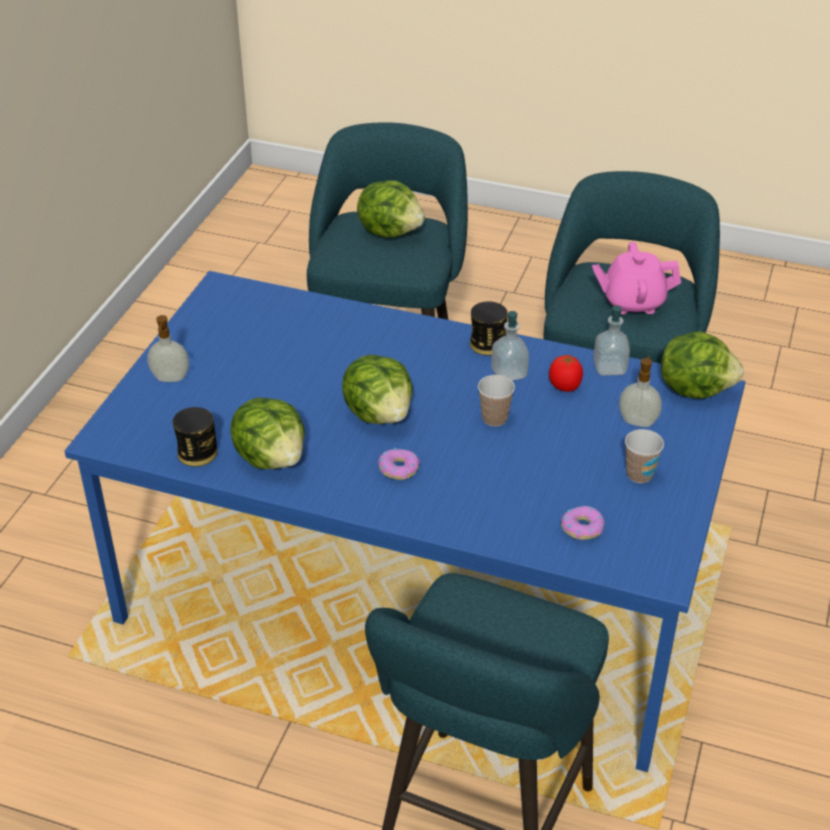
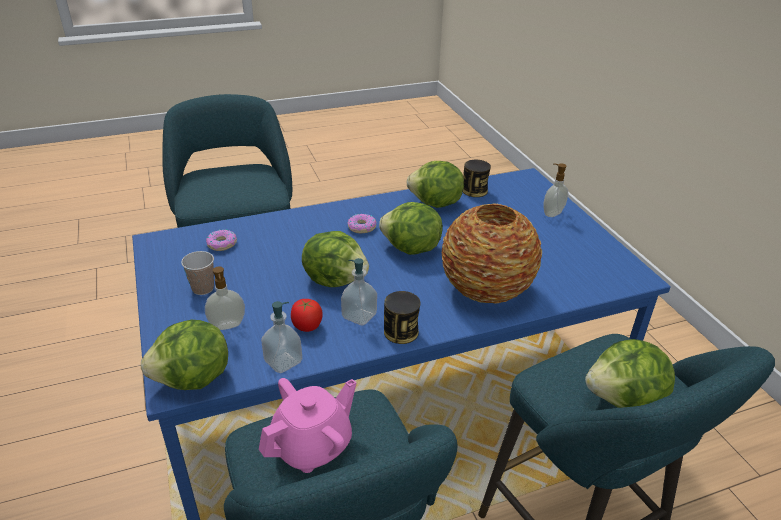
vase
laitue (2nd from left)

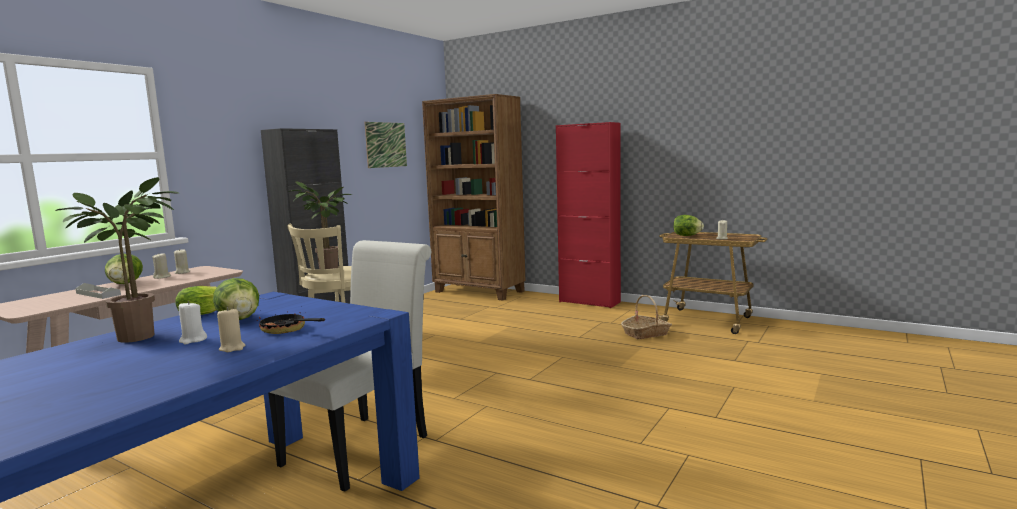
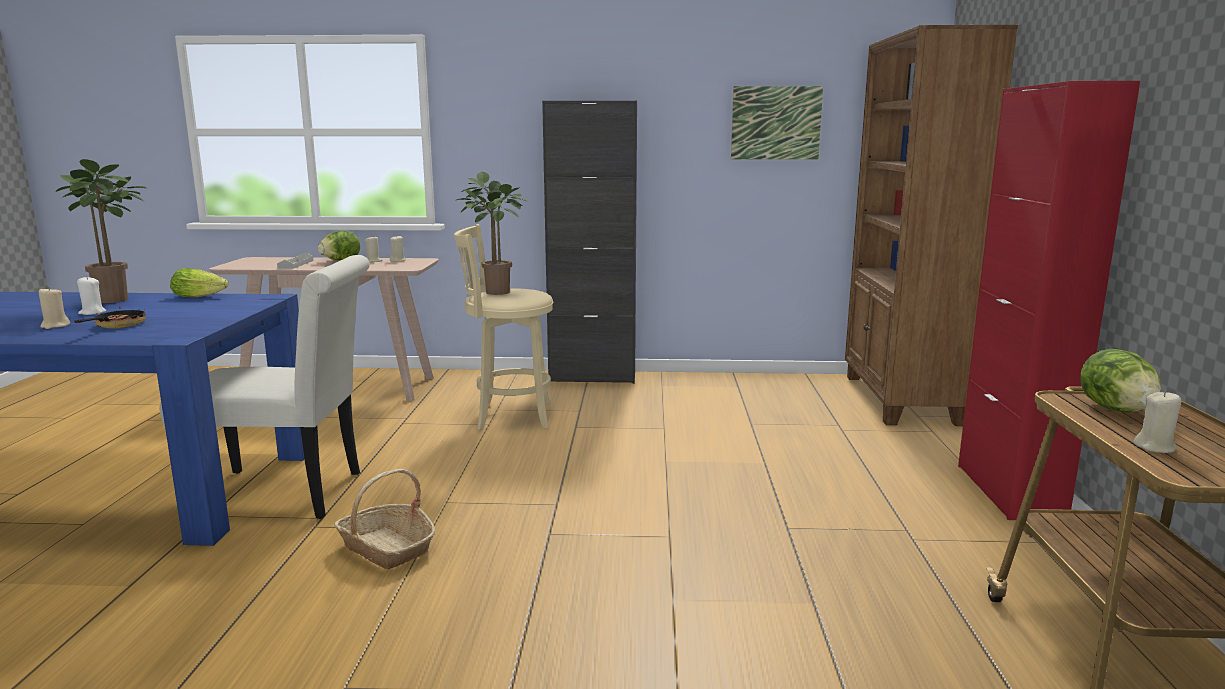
laitue (3rd from left in the first image)
panier

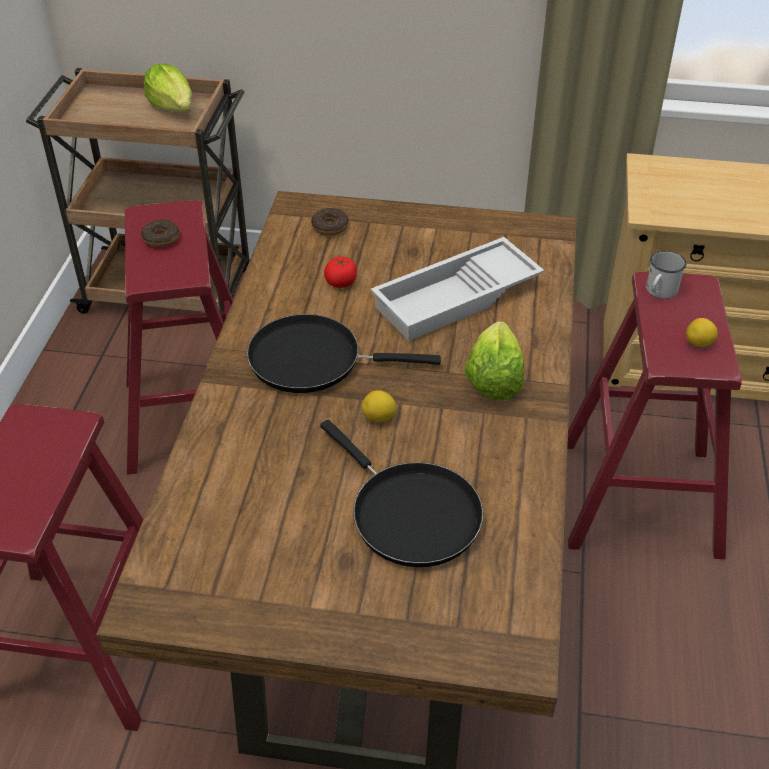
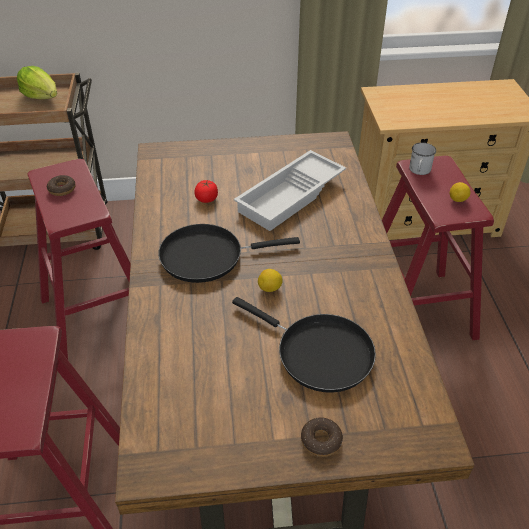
laitue (2nd from left in the first image)
beignet (2nd from left)

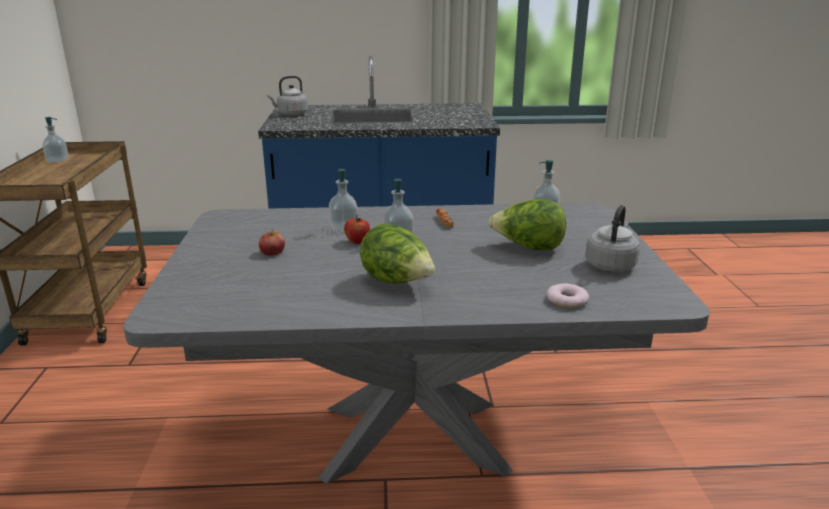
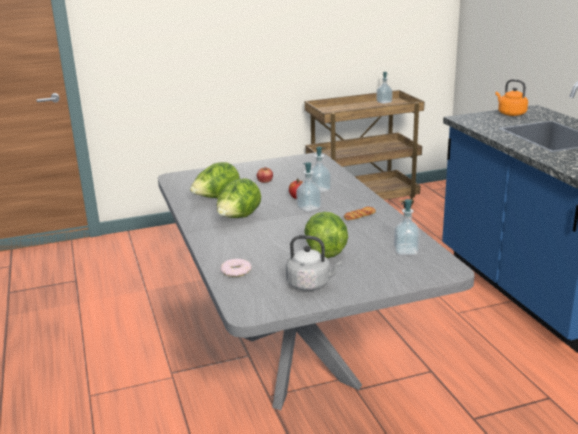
laitue (1st from left)
bouilloire/orange

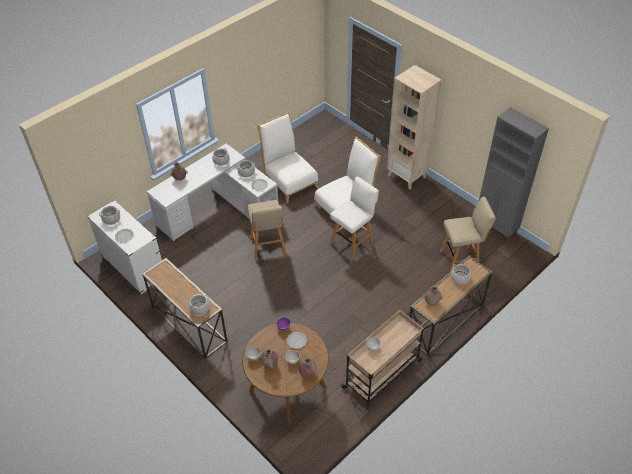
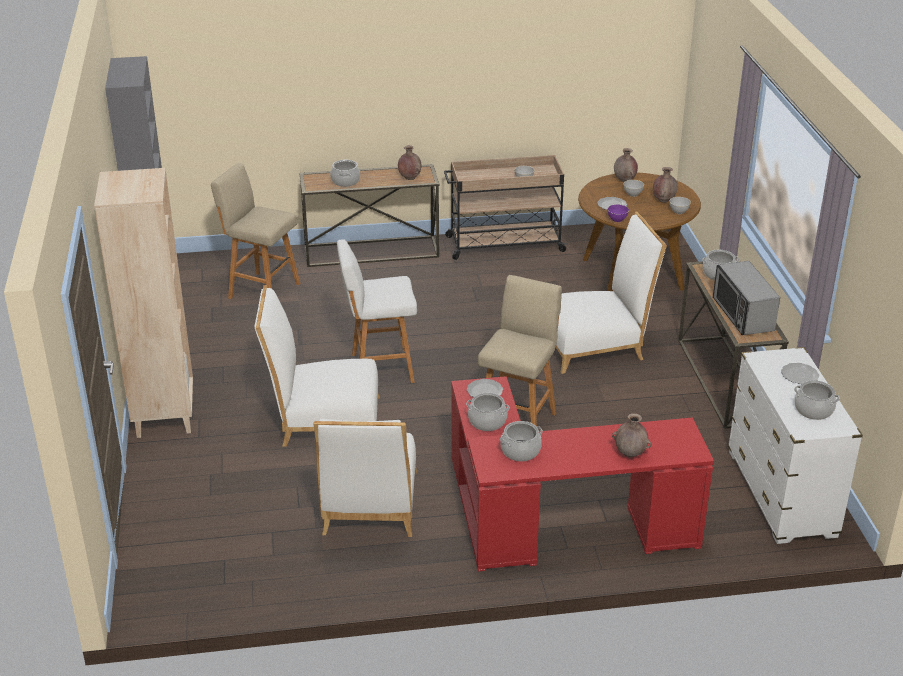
chaise/blanc (3rd from left)
micro-ondes
bureau/rouge

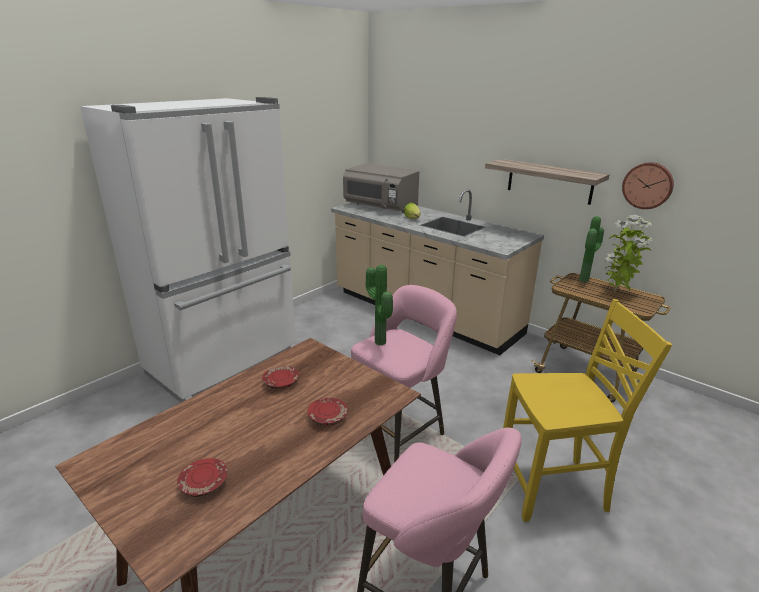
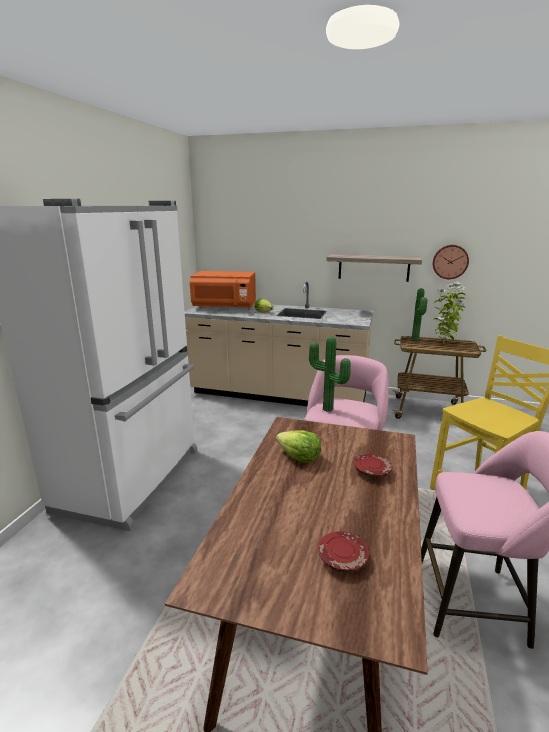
laitue (2nd from left)
micro-ondes/orange

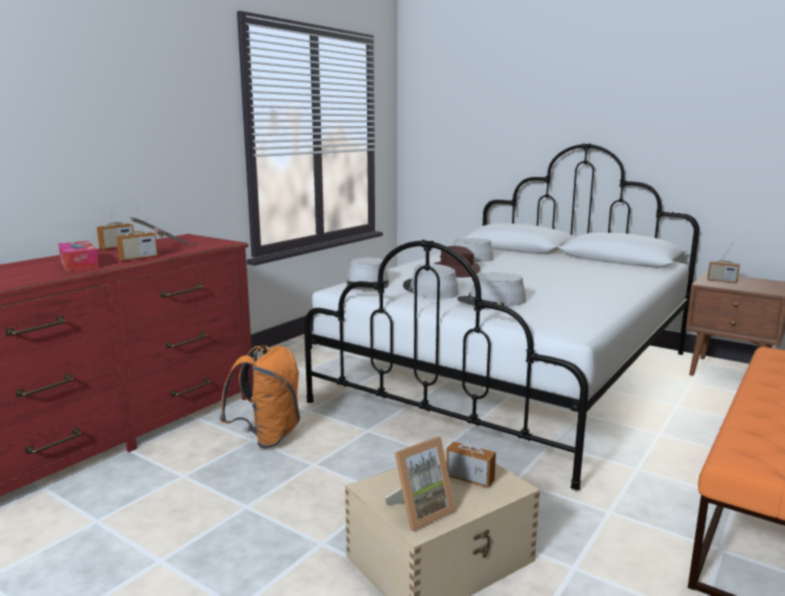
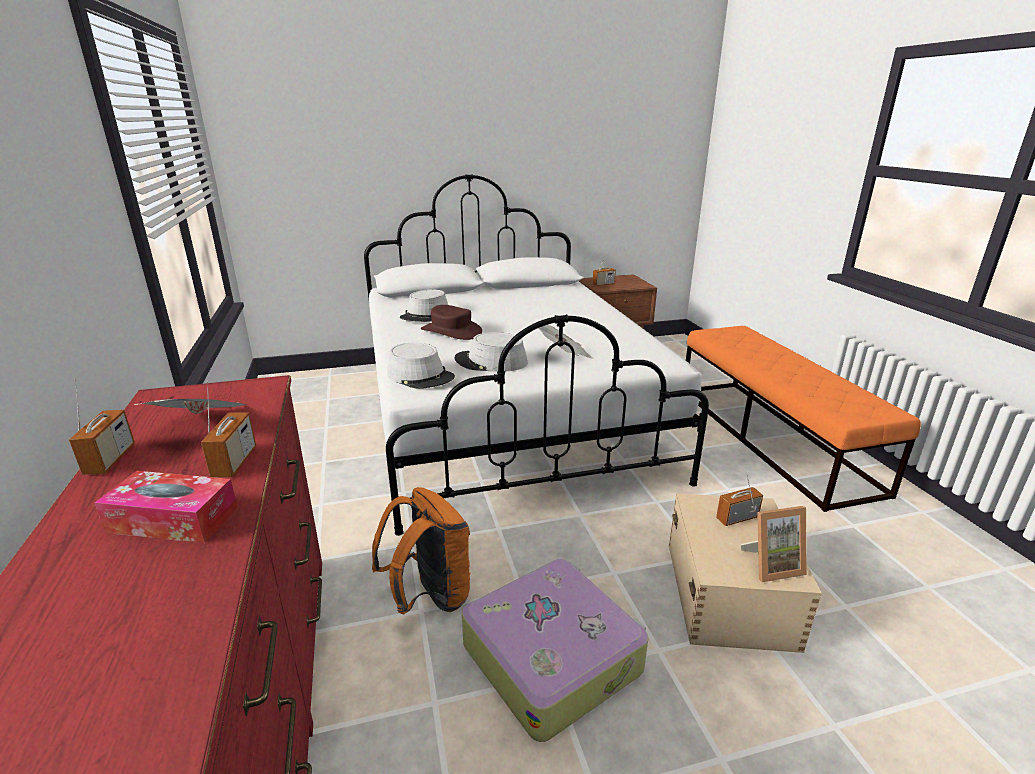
valise
journal (2nd from left)
cadre photo

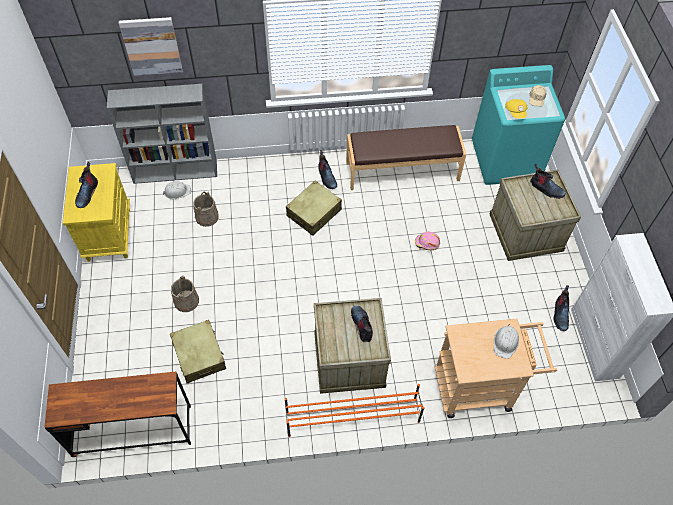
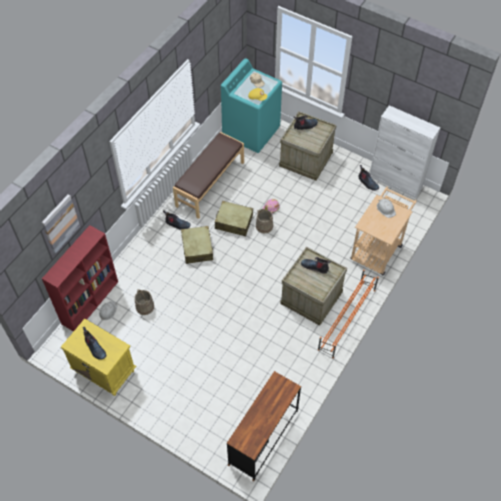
valise/beige (2nd from left)
seau/beige (2nd from left)
bibliothèque/rouge

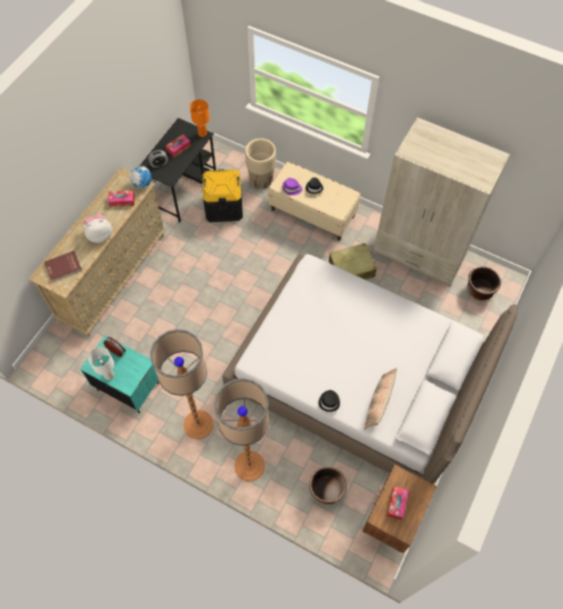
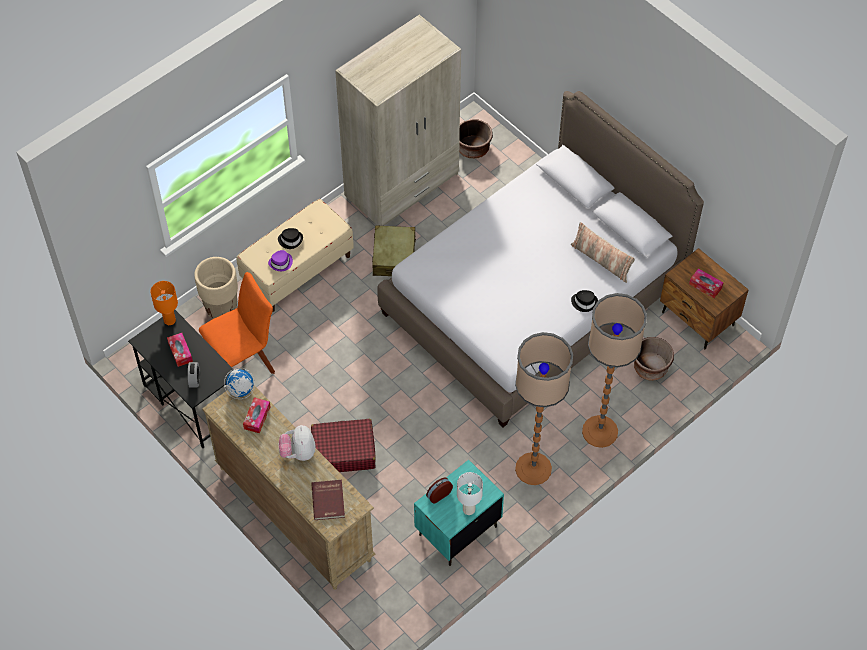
valise/rouge
chaise/orange

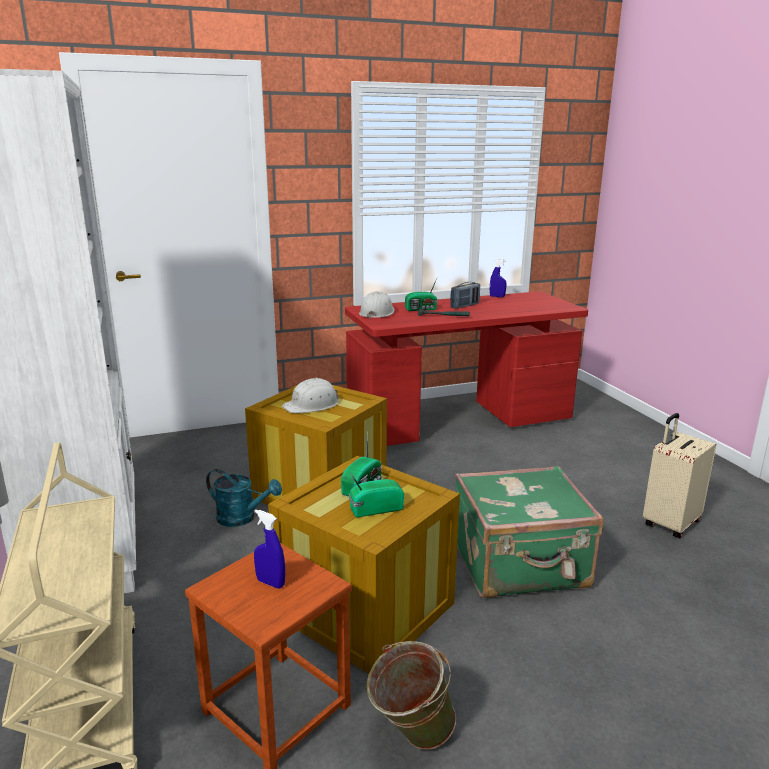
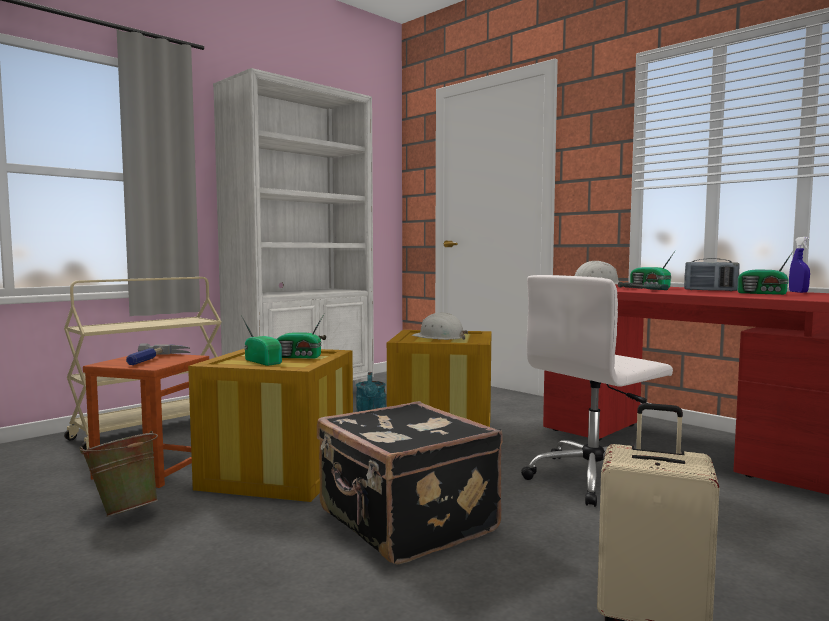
chaise de bureau/blanc
radio (5th from left)
marteau (1st from left)
valise/noir

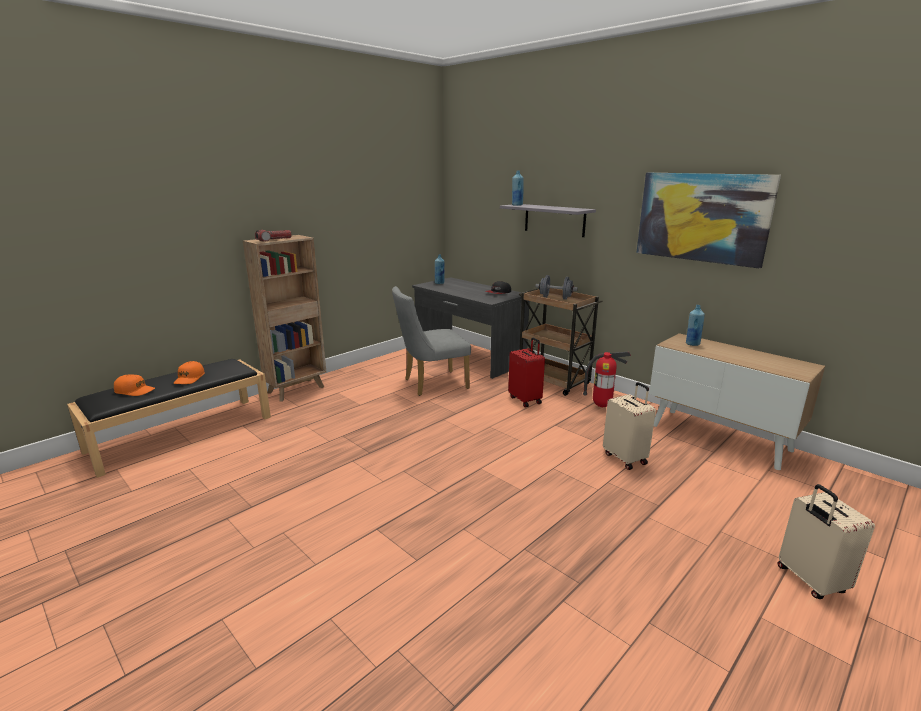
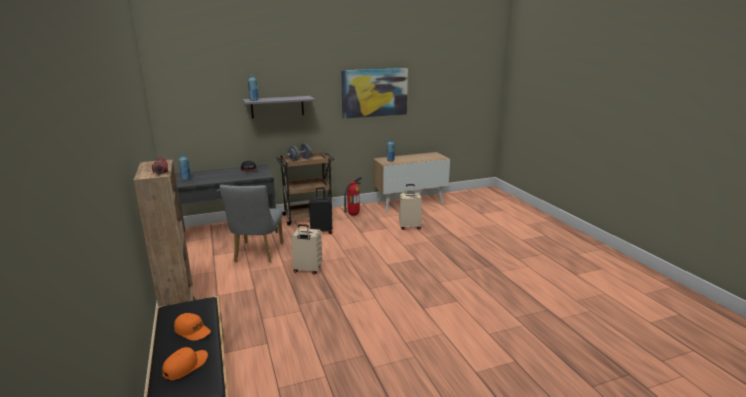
valise/beige (1st from left)
valise/noir

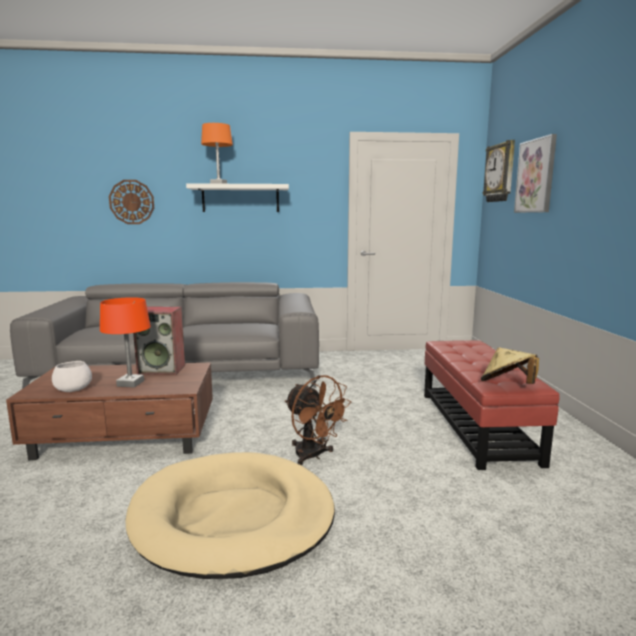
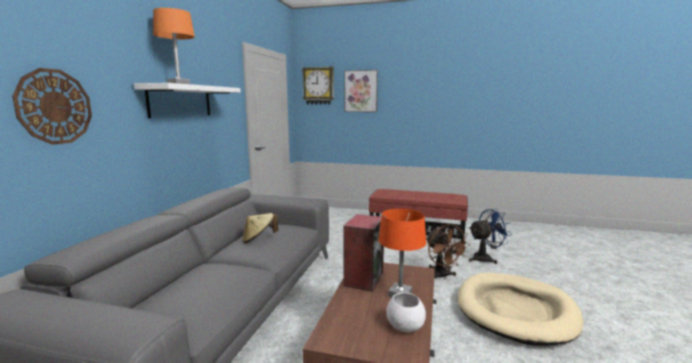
ventilateur/bleu
chapeau/beige
ventilateur/marron

